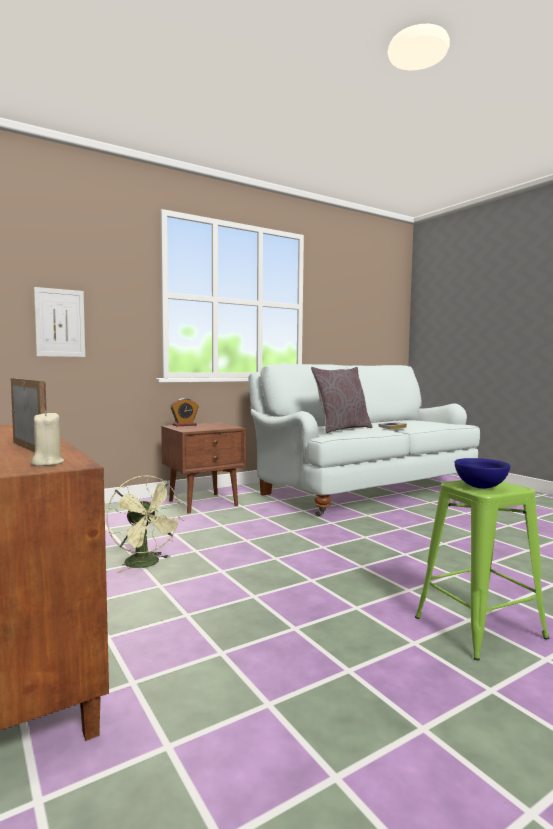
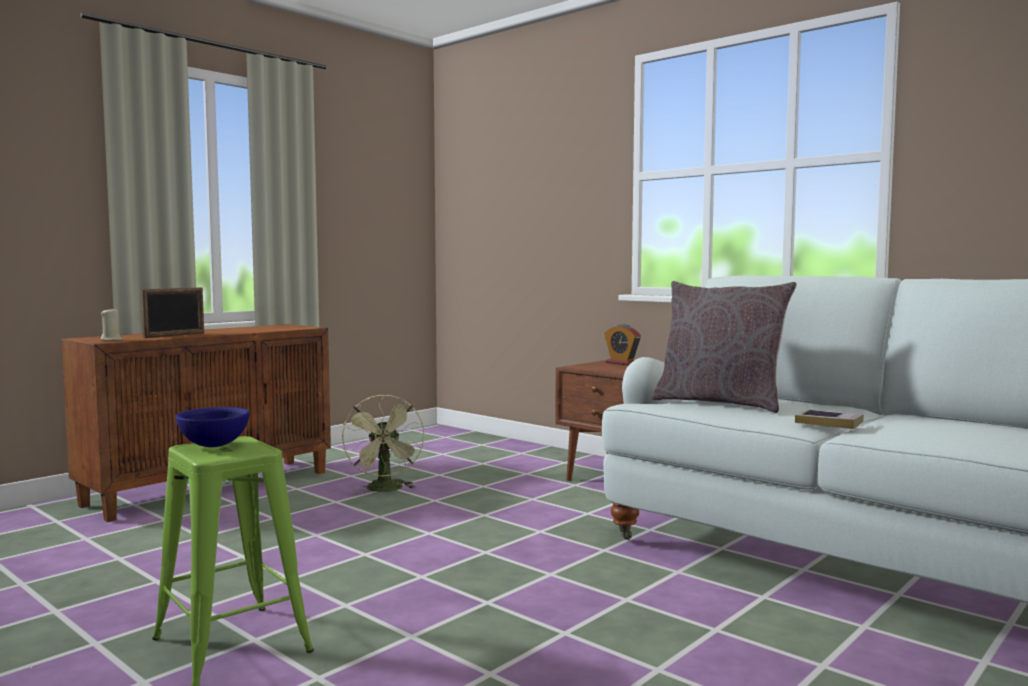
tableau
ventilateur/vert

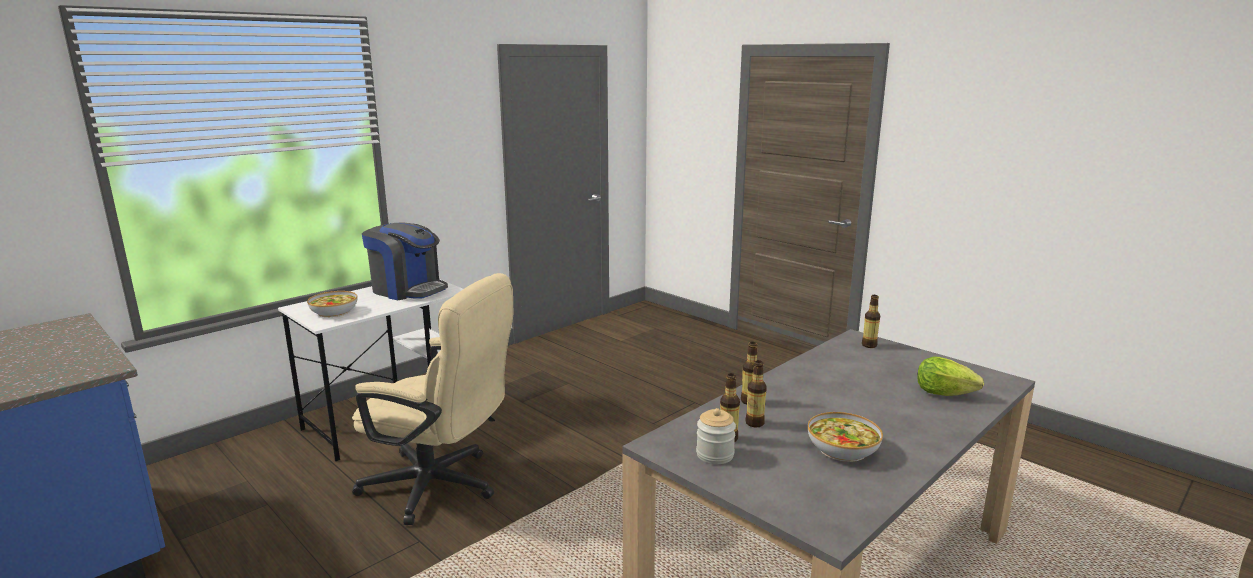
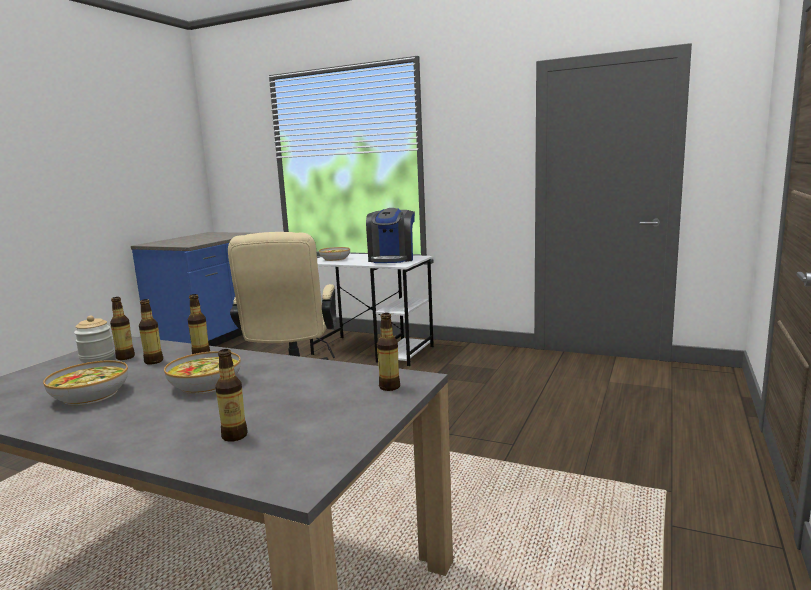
bol (2nd from left)
bouteille (4th from left)

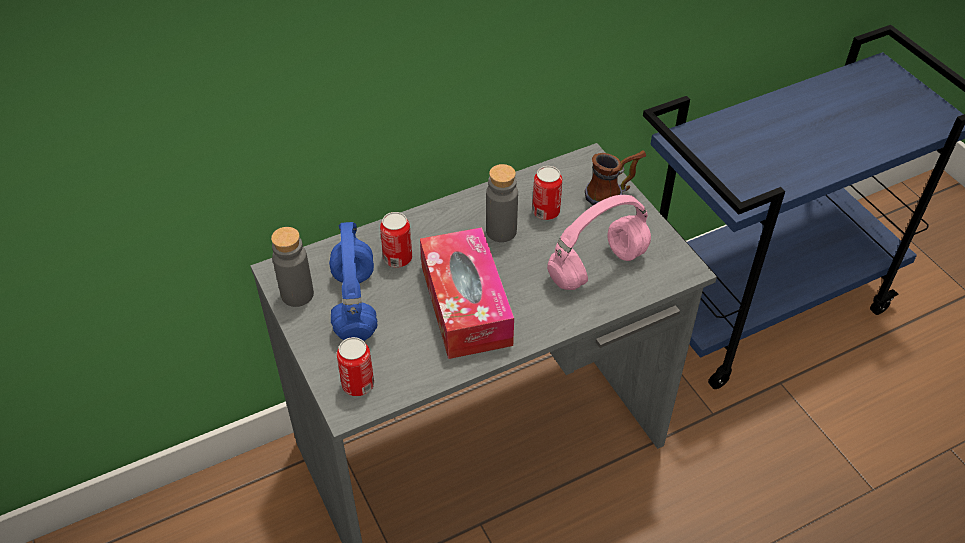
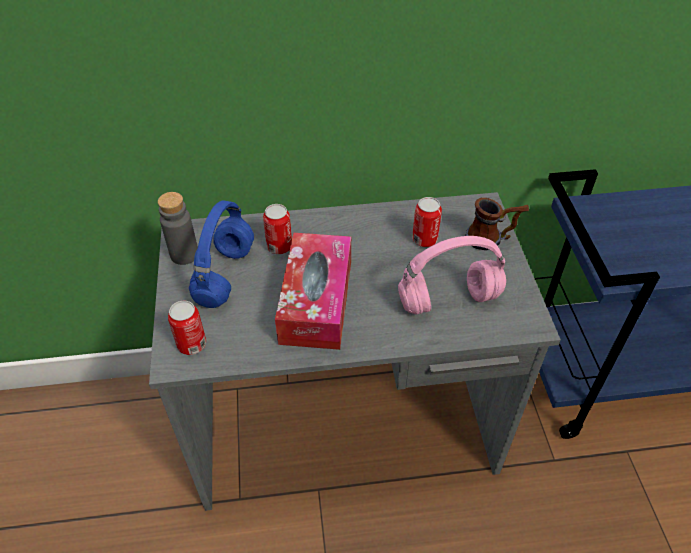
bouteille/gris (2nd from left in the first image)

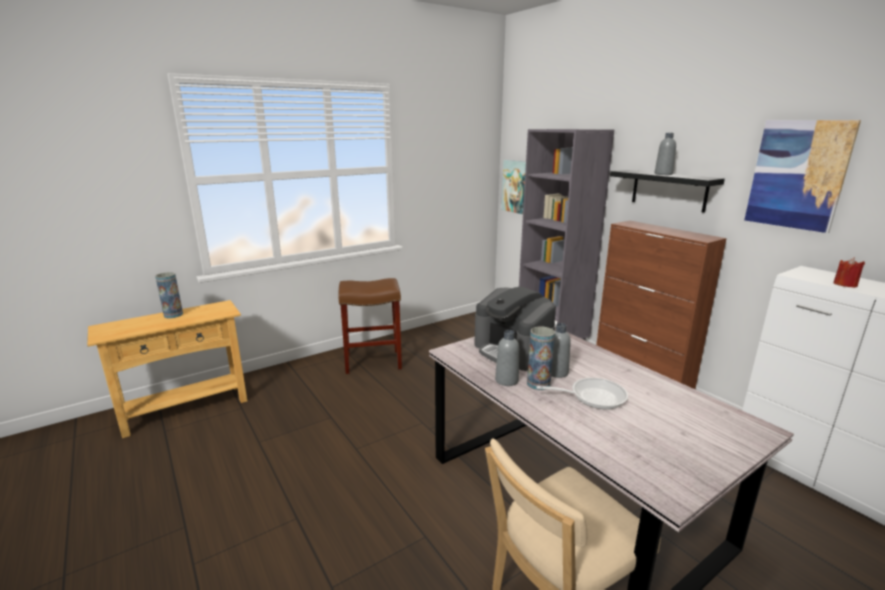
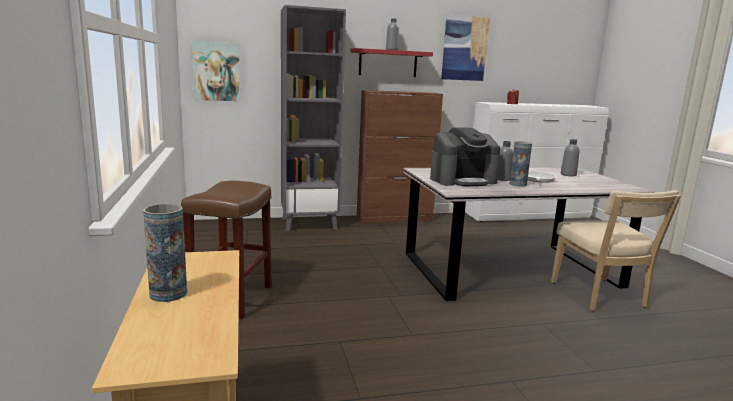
bouteille/gris (3rd from left)
étagère/rouge

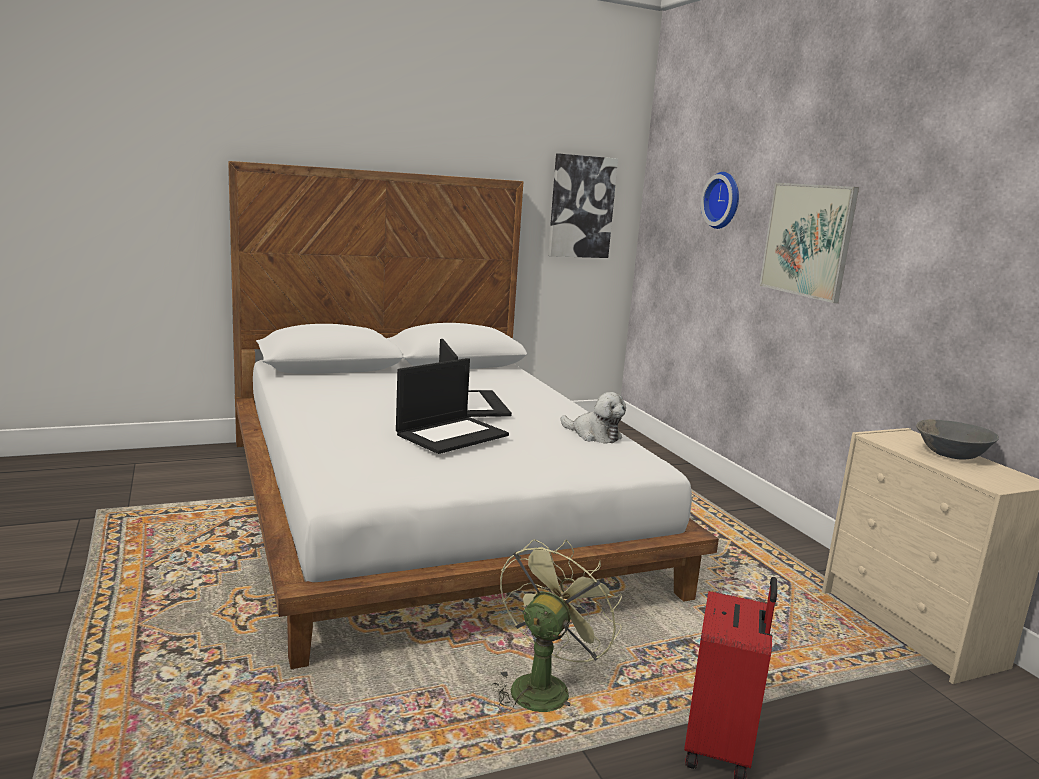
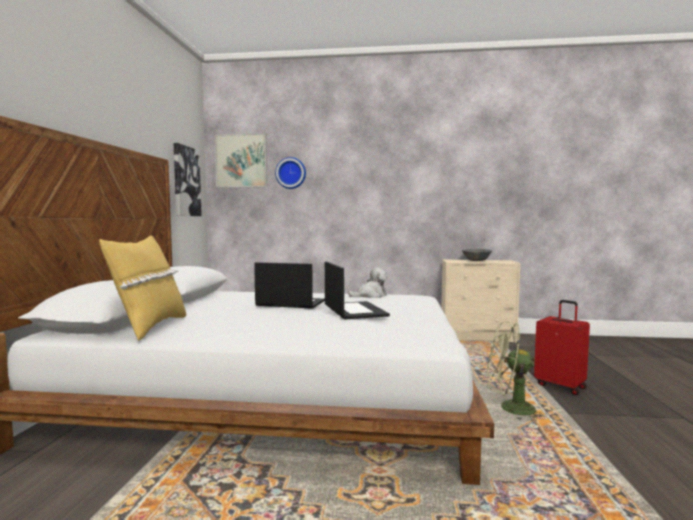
coussin/jaune
tableau (2nd from left)
ventilateur/vert

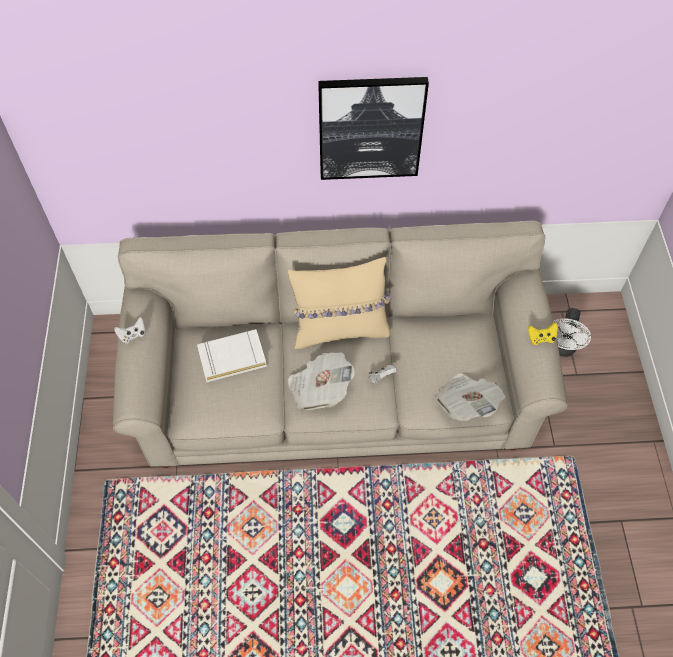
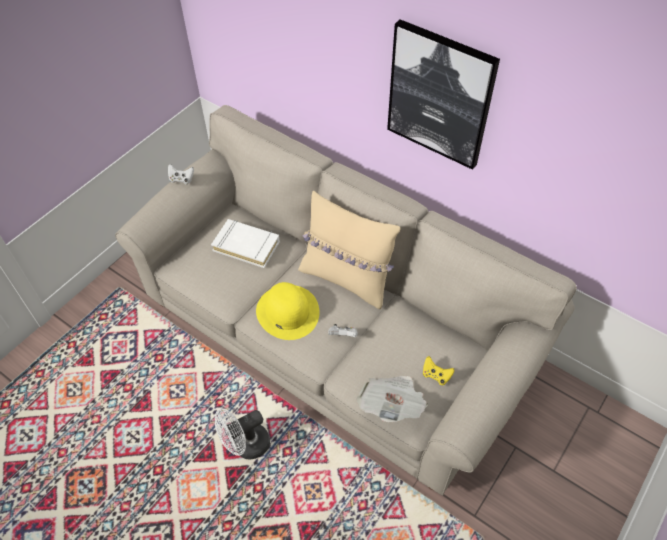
manette/jaune
ventilateur/blanc
chapeau/jaune

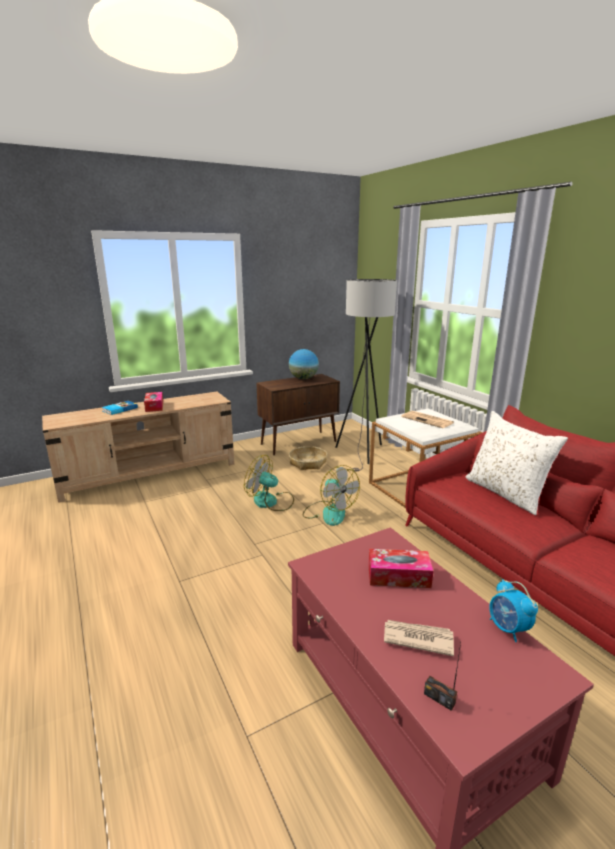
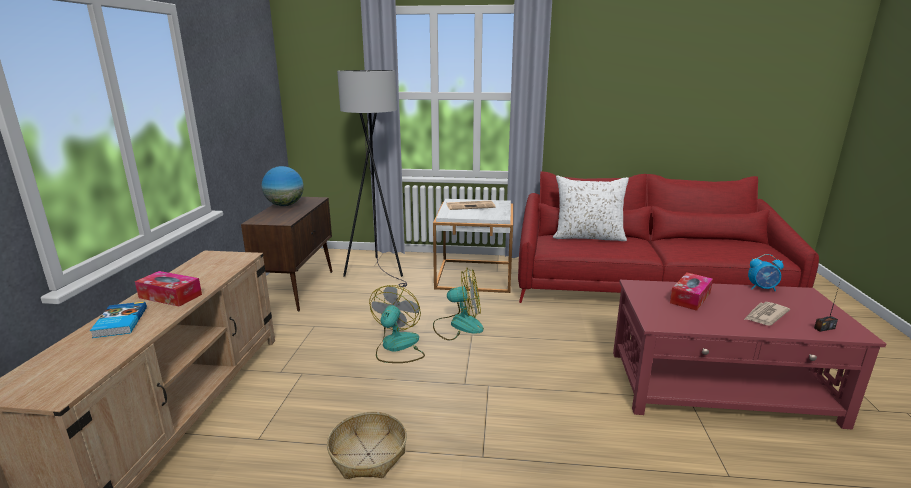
panier
ventilateur (1st from left)

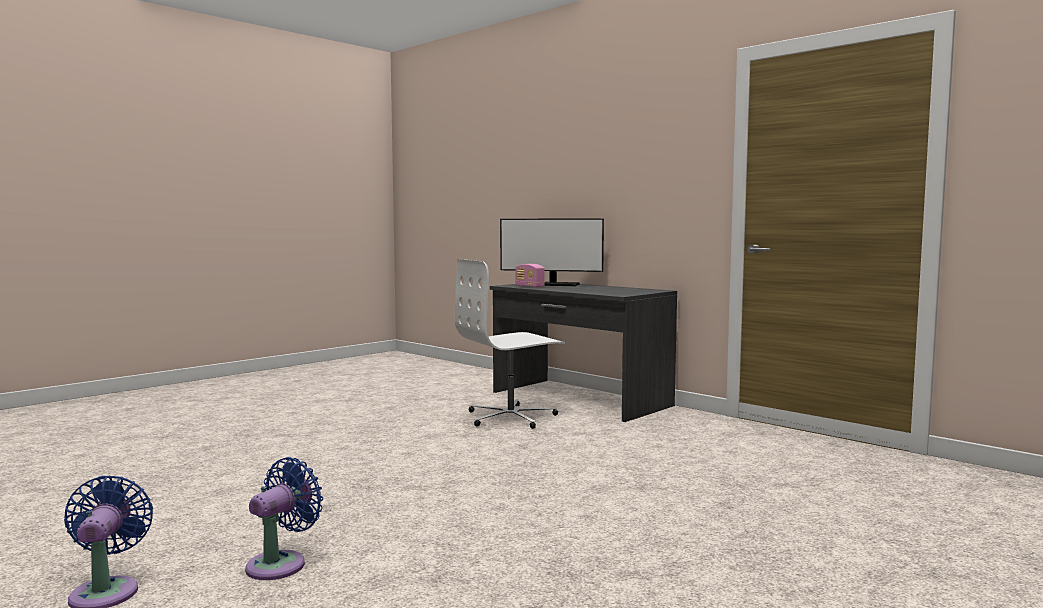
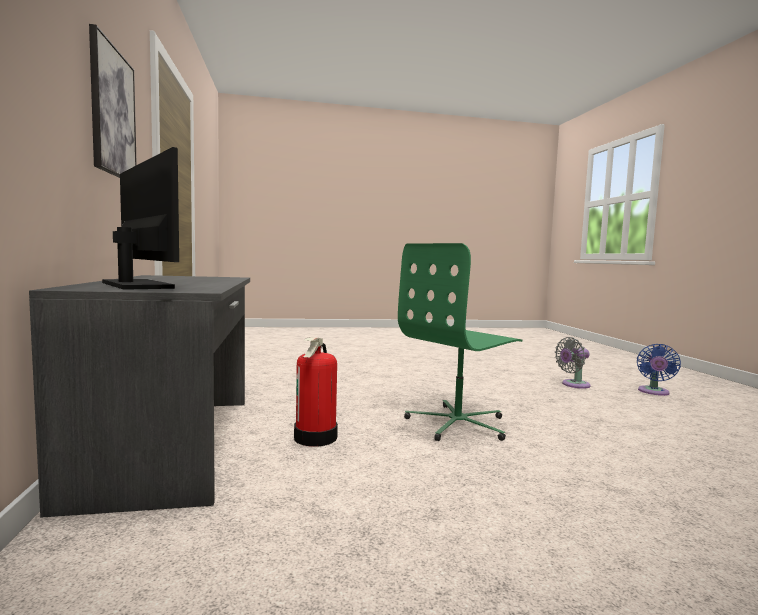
radio
tableau
chaise de bureau/vert
extincteur
ventilateur/gris

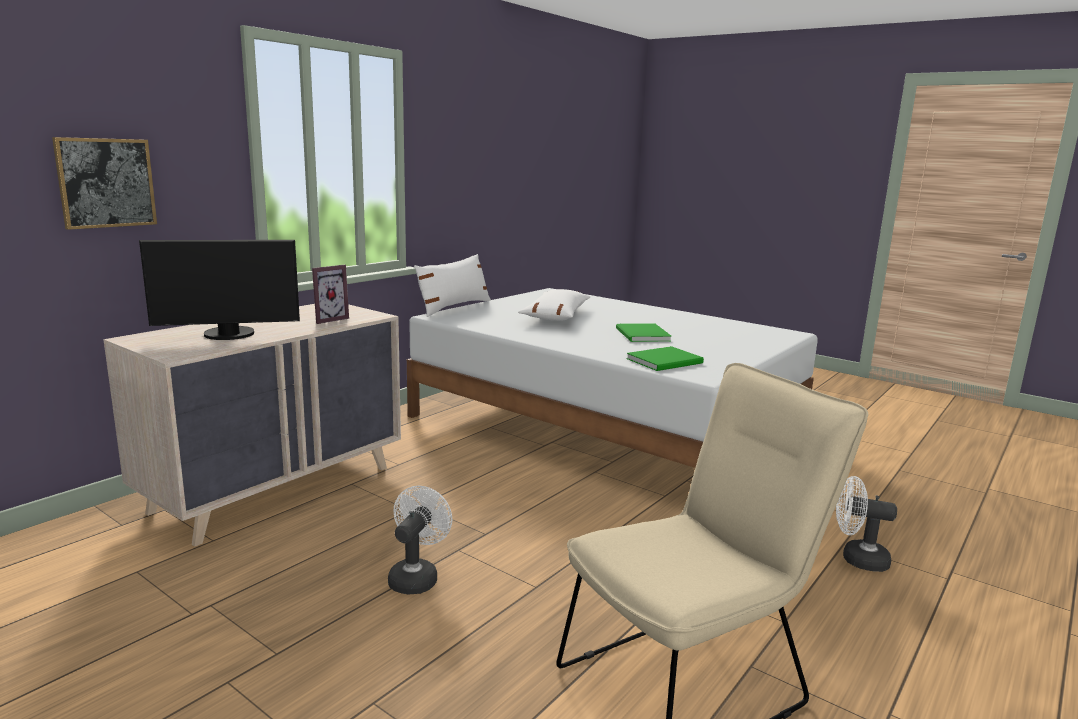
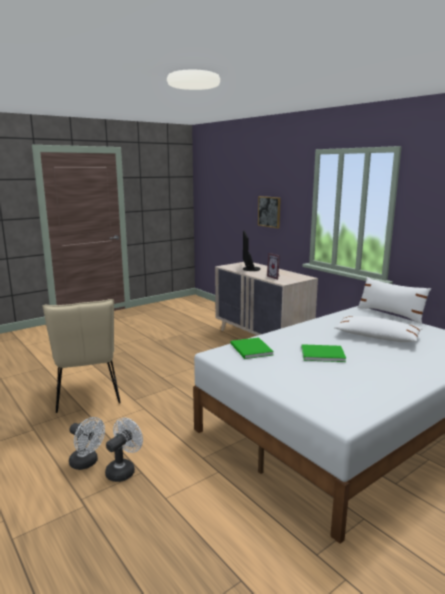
ventilateur/blanc (1st from left)

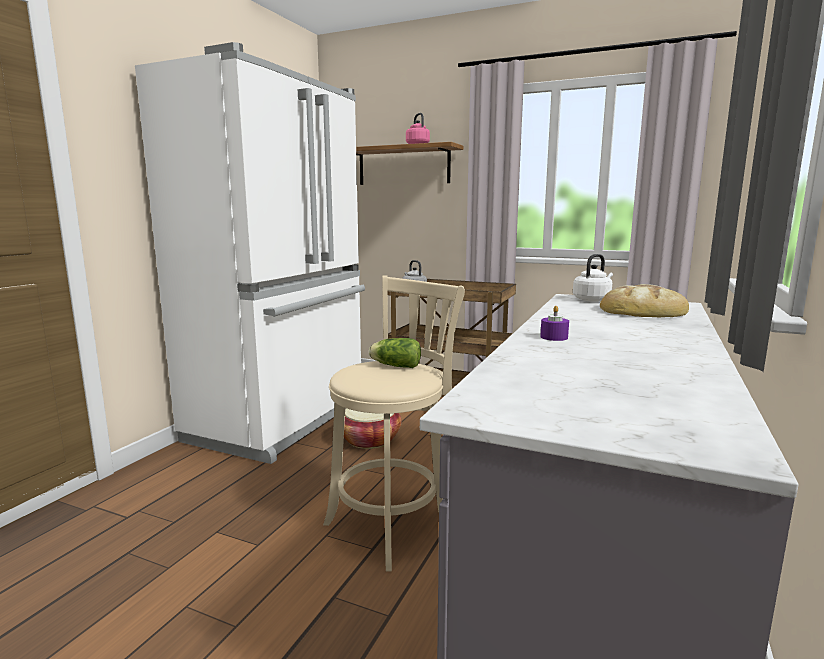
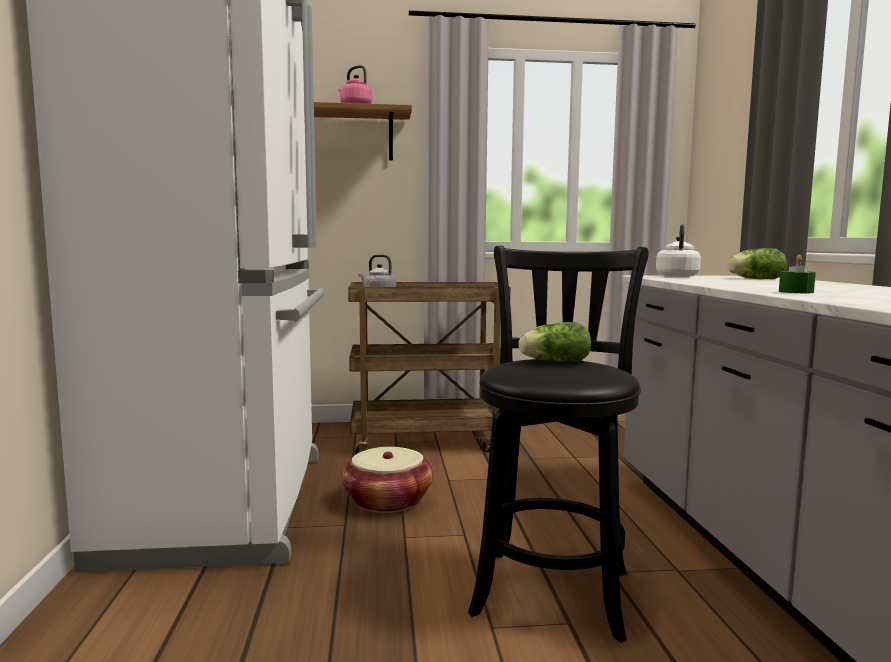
laitue (2nd from left)
tabouret/noir
bougie/vert

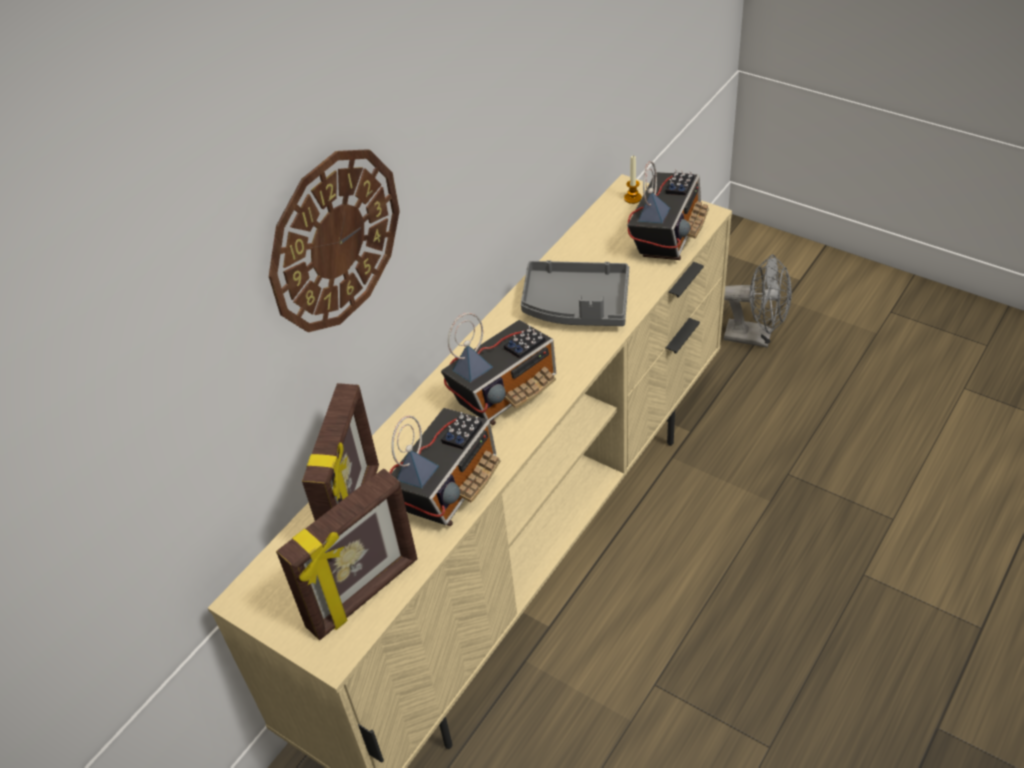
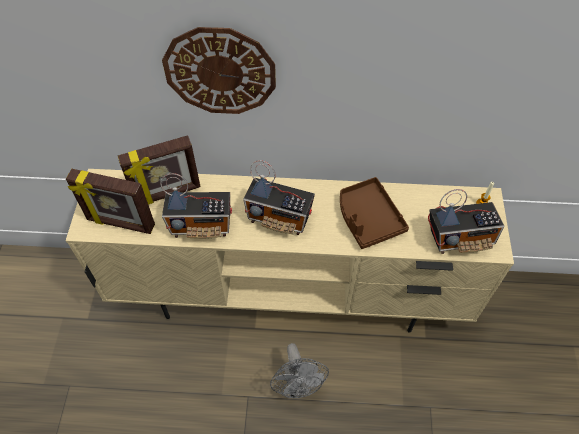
ventilateur/gris
plateau/marron

